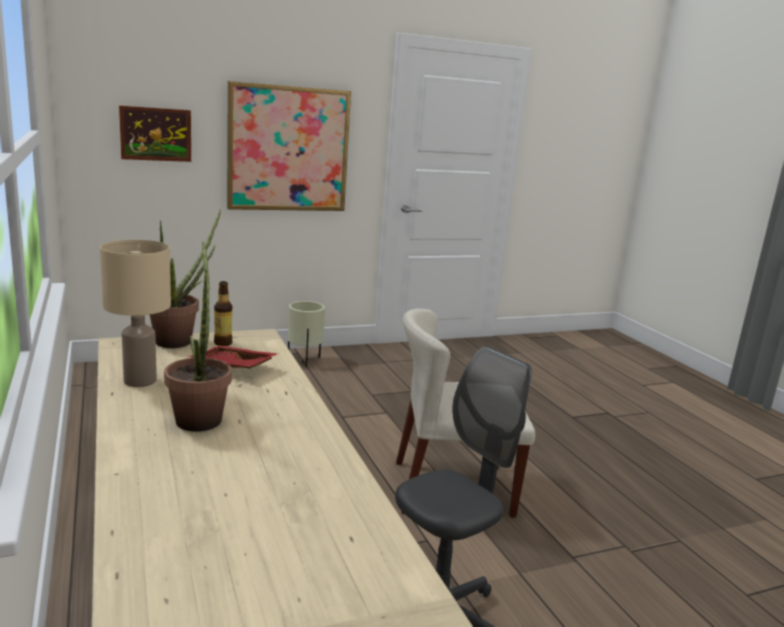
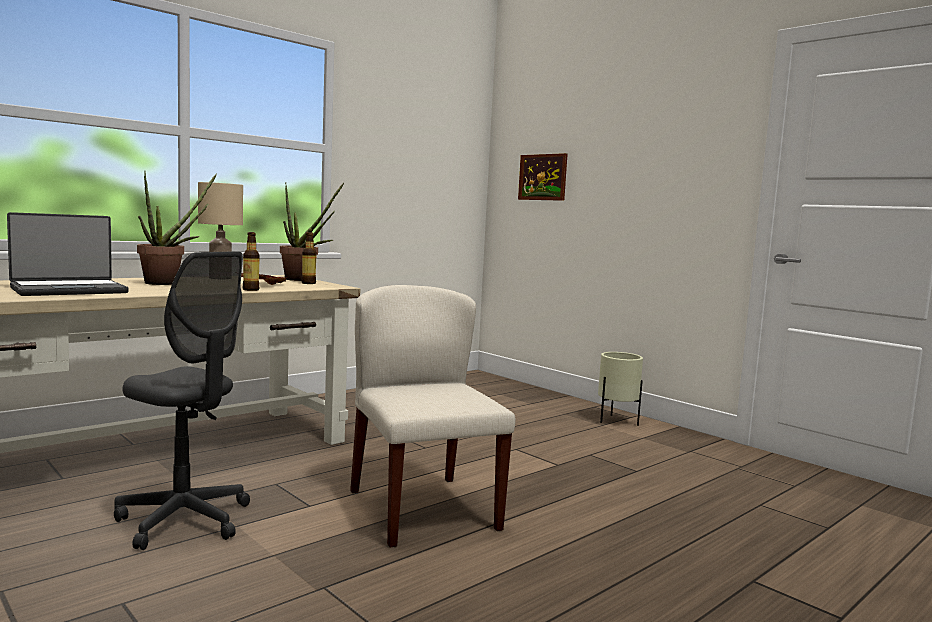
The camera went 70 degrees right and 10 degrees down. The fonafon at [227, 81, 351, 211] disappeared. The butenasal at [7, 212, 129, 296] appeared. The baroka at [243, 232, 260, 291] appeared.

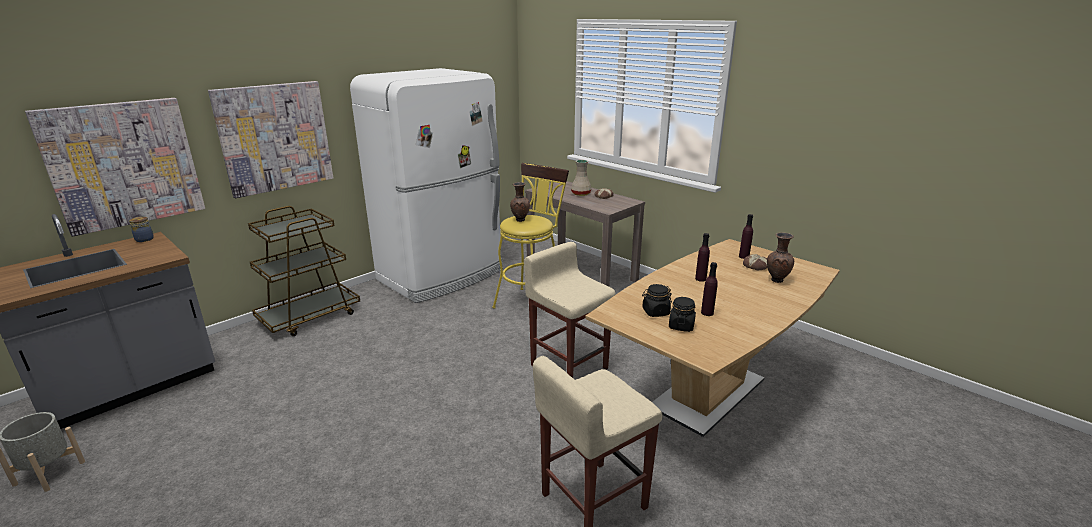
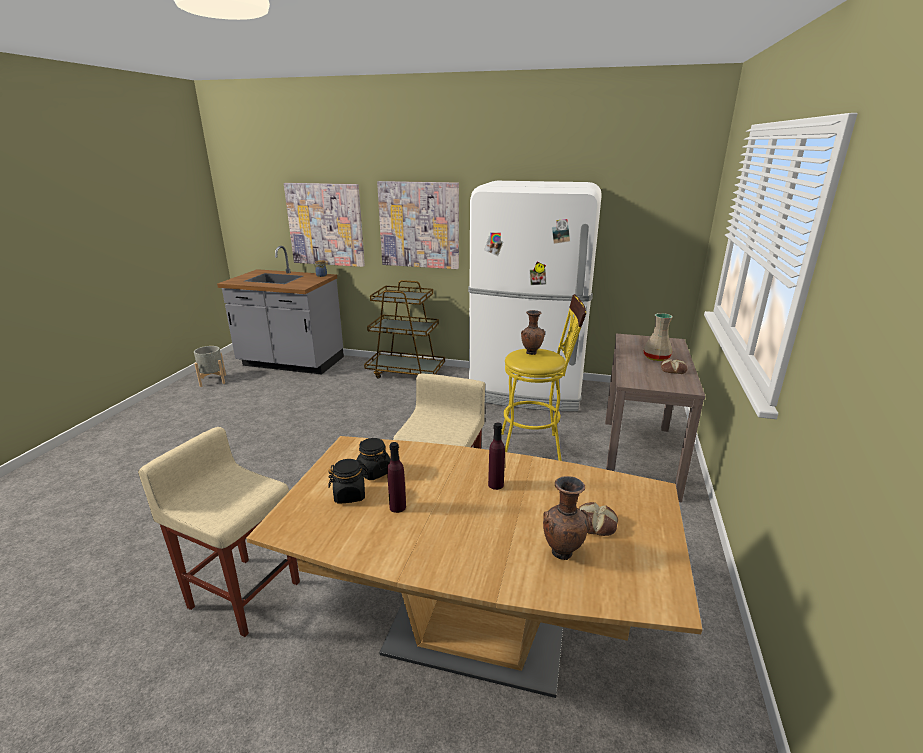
The camera went 60 degrees right and 0 degrees up. The purple baroka at [739, 214, 753, 259] disappeared.

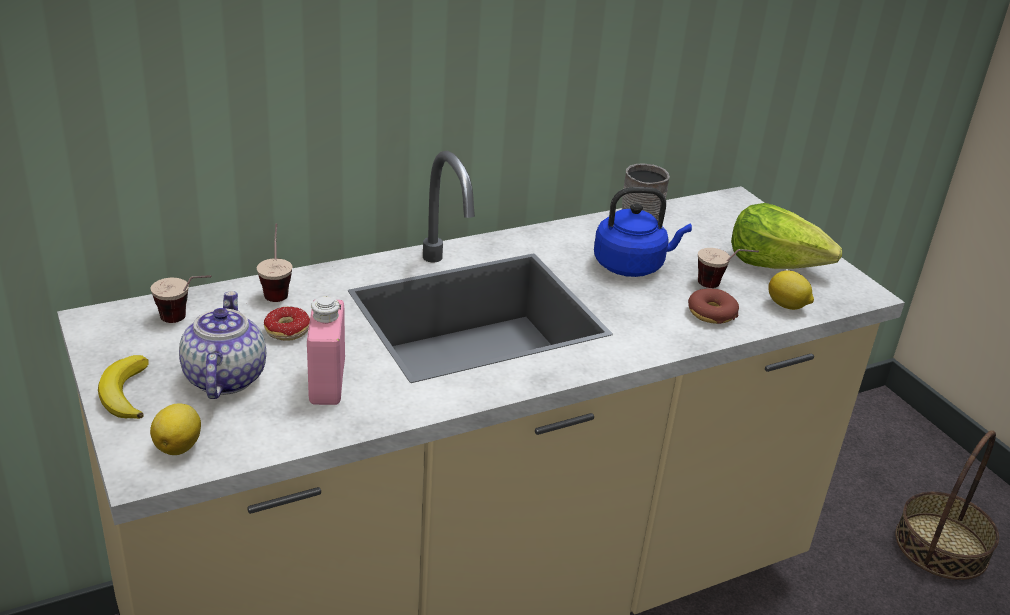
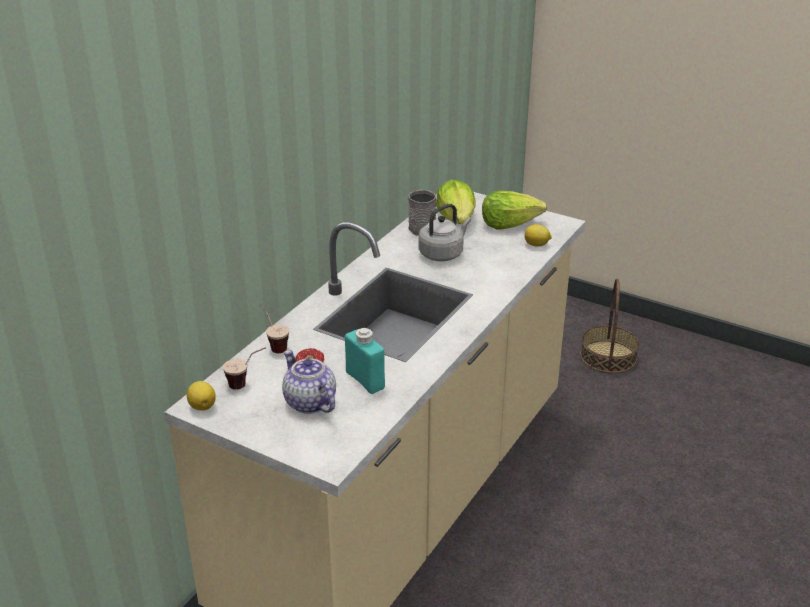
The camera went 30 degrees left and 0 degrees up. The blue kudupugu at [594, 187, 692, 277] became the grey kudupugu at [418, 204, 471, 261]. The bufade at [698, 248, 759, 288] disappeared. The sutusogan at [688, 288, 739, 324] disappeared. The pink baroka at [307, 297, 345, 405] became the turquoise baroka at [345, 328, 385, 394]. The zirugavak at [98, 355, 148, 419] disappeared. The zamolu moved from [150, 403, 201, 455] to [187, 381, 216, 411]. The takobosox at [436, 180, 476, 224] appeared.

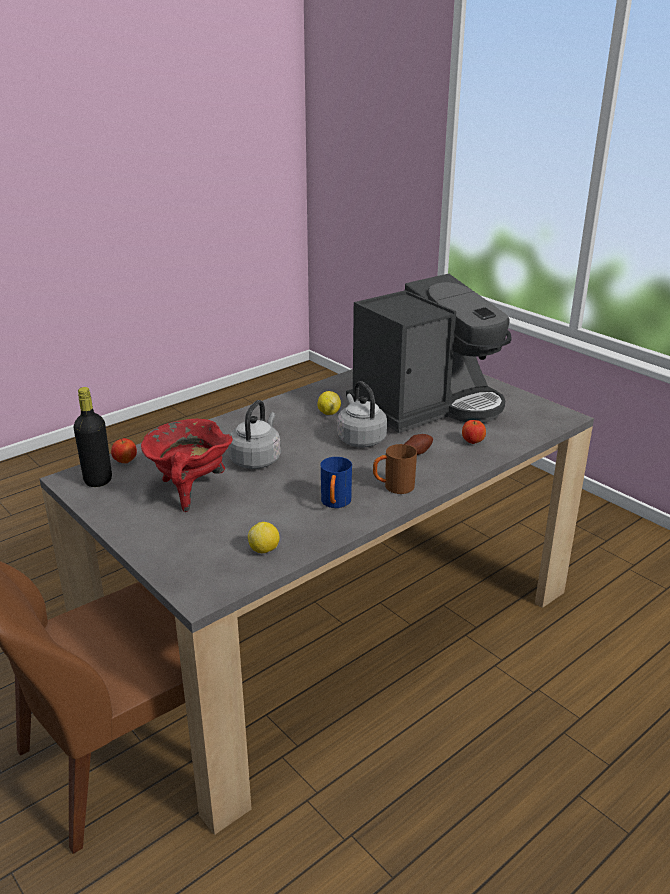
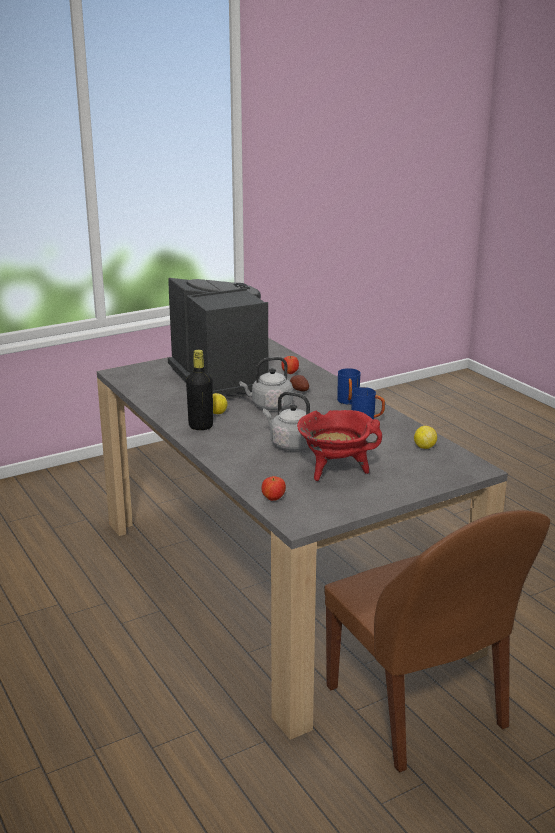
The camera went 80 degrees left and 5 degrees down. The black baroka moved from [74, 387, 112, 487] to [186, 350, 213, 430]. The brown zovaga at [373, 444, 417, 494] became the blue zovaga at [337, 368, 360, 404].

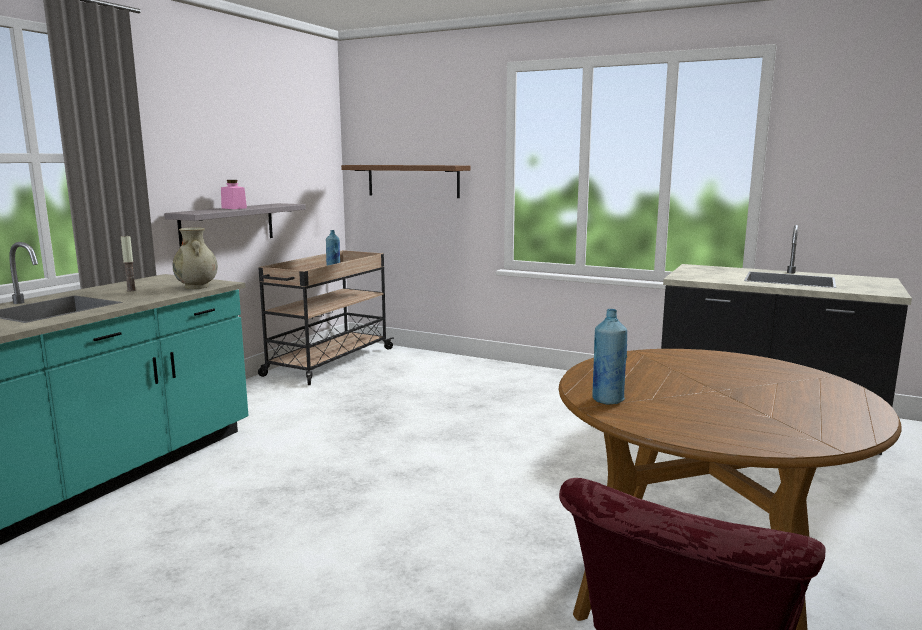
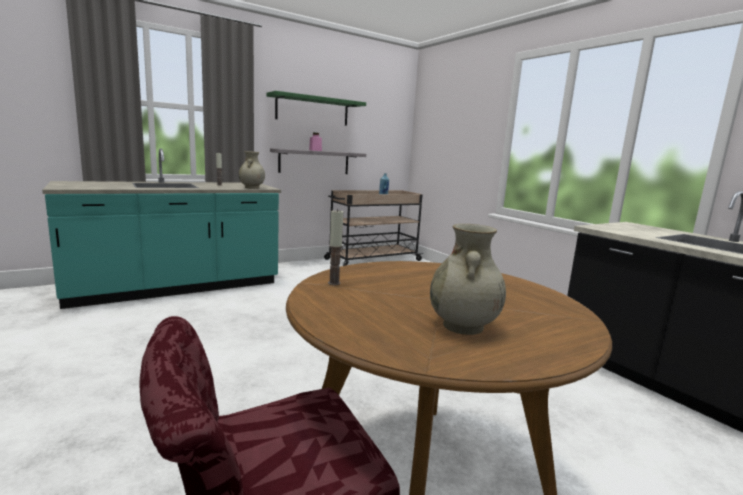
The camera went 30 degrees right and 0 degrees up. The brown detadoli at [341, 165, 471, 198] disappeared. The blue baroka at [592, 309, 627, 405] was replaced by the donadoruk at [328, 209, 343, 285]. The green detadoli at [267, 91, 366, 126] appeared. The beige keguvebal at [430, 224, 506, 335] appeared.

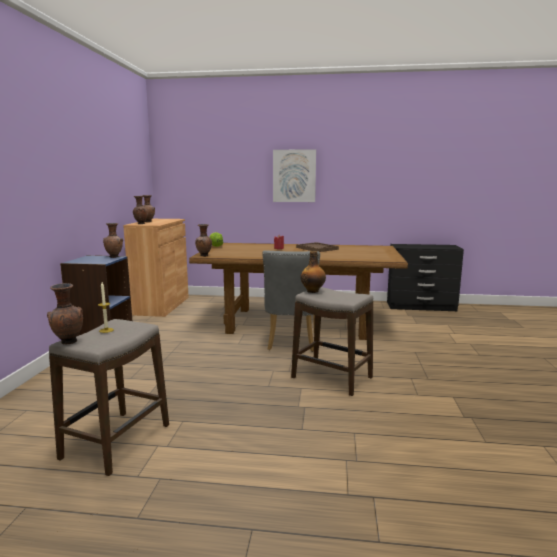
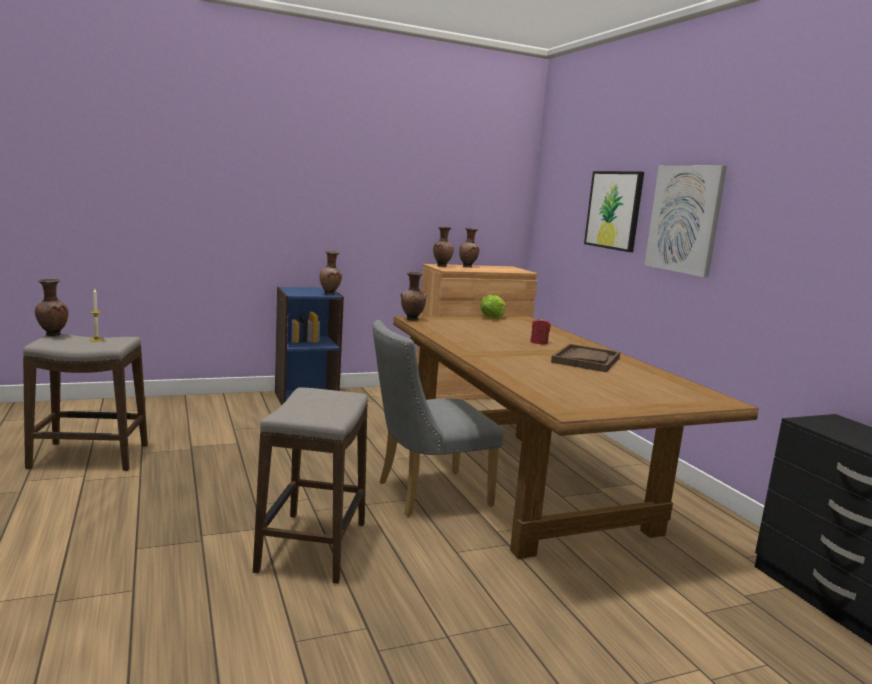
The camera went 60 degrees right and 0 degrees up. The baroka at [300, 251, 326, 293] disappeared. The fonafon at [584, 171, 644, 252] appeared.

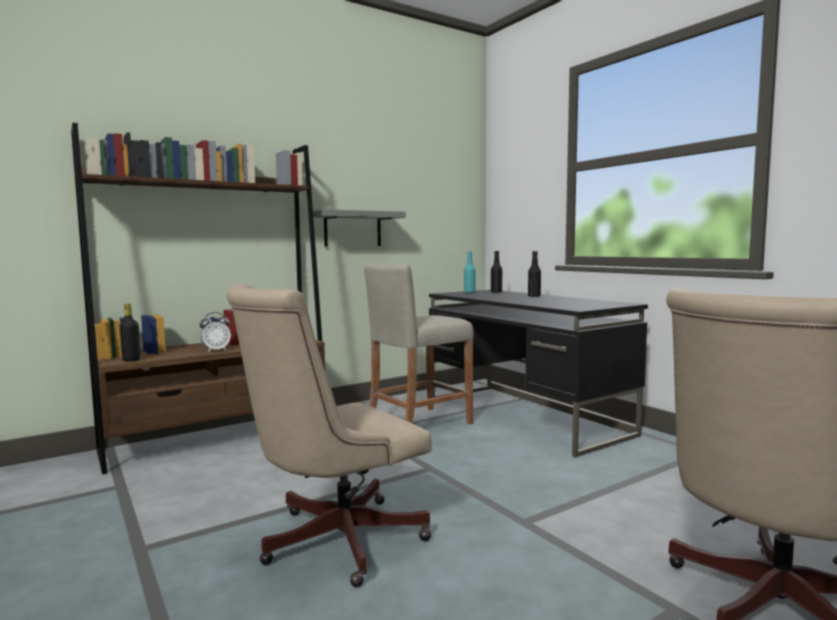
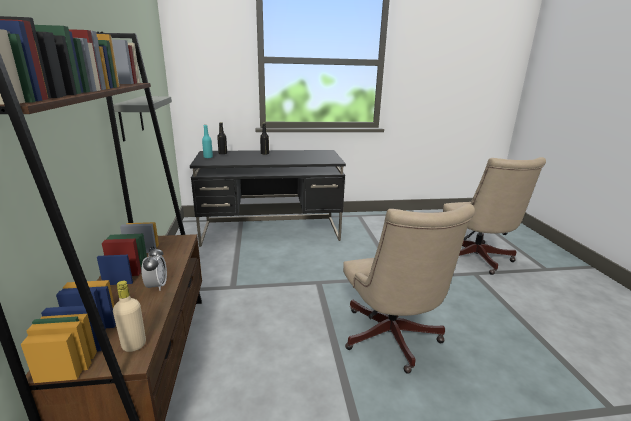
The camera went 65 degrees left and 15 degrees up. The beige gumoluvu at [364, 263, 474, 424] disappeared. The black baroka at [119, 303, 140, 362] became the beige baroka at [113, 281, 146, 352].

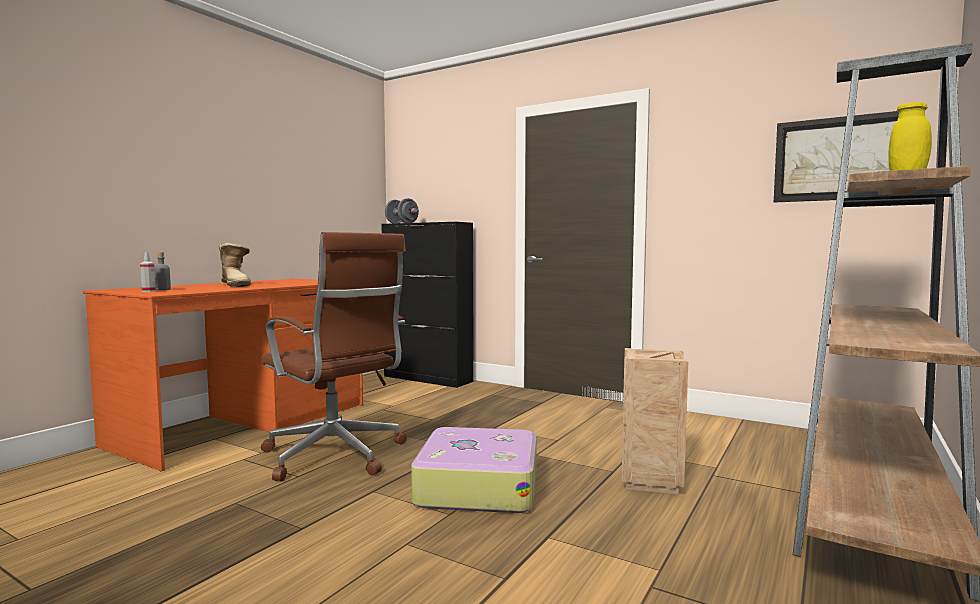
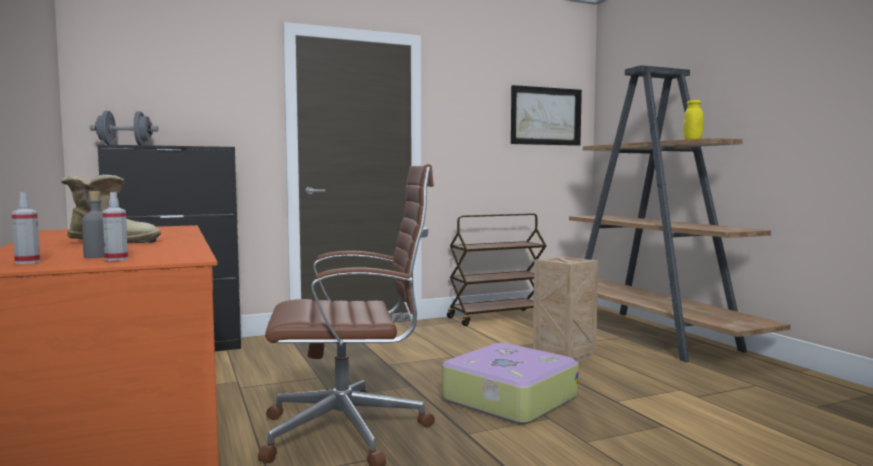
The camera went 55 degrees left and 0 degrees up. The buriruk at [12, 192, 40, 264] appeared. The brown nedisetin at [447, 213, 547, 326] appeared.

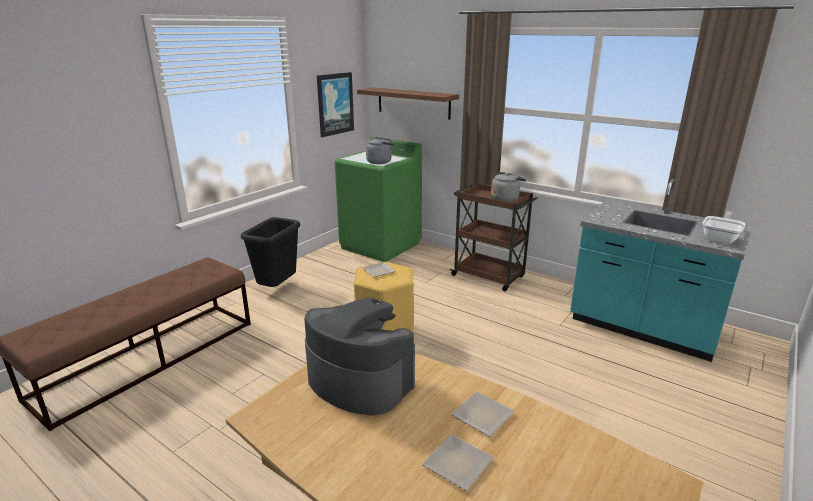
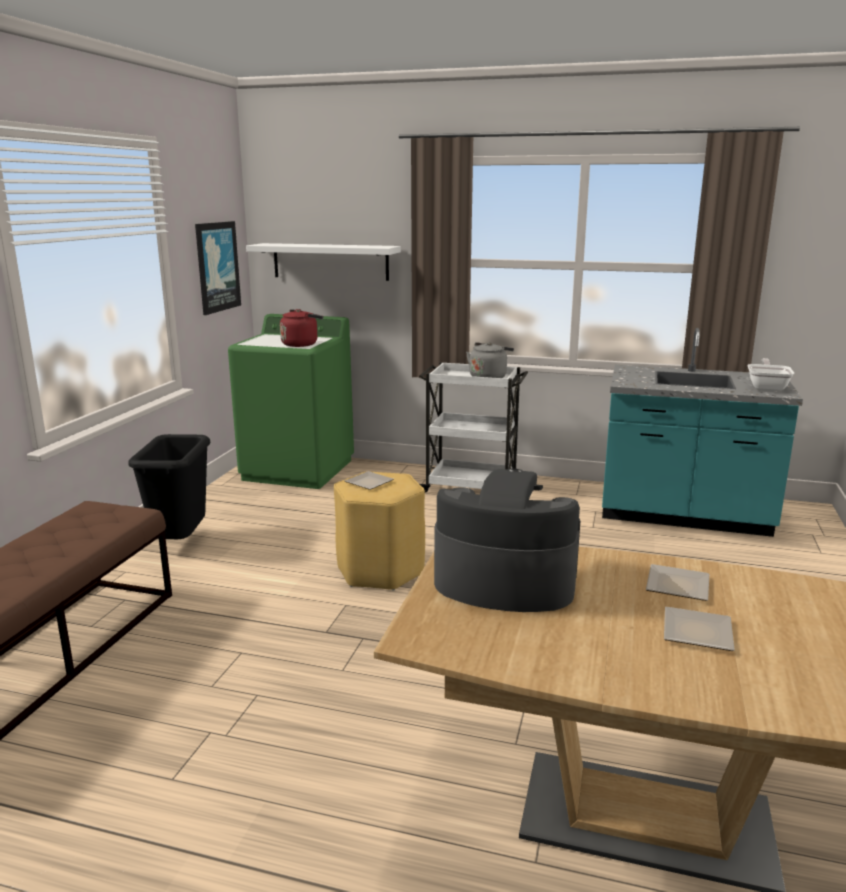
The camera went 20 degrees left and 5 degrees down. The brown detadoli at [357, 87, 459, 119] became the white detadoli at [246, 243, 401, 281]. The grey kudupugu at [366, 137, 395, 164] became the red kudupugu at [280, 309, 323, 347]. The brown nedisetin at [450, 183, 538, 291] became the white nedisetin at [419, 362, 528, 493].

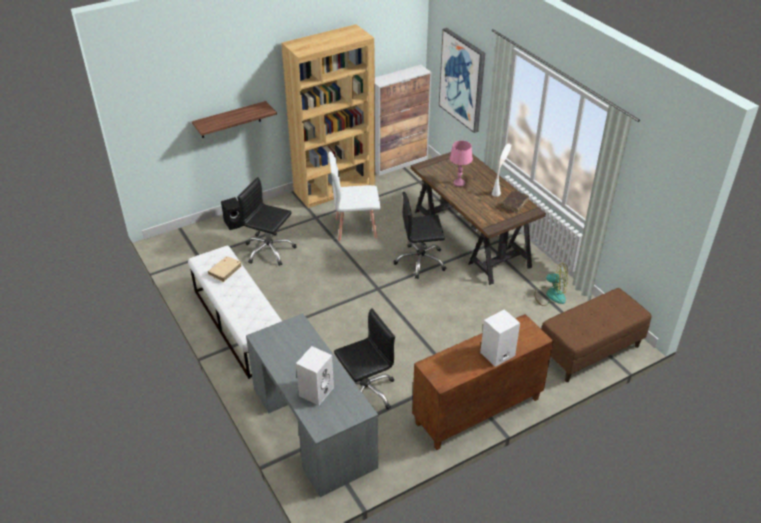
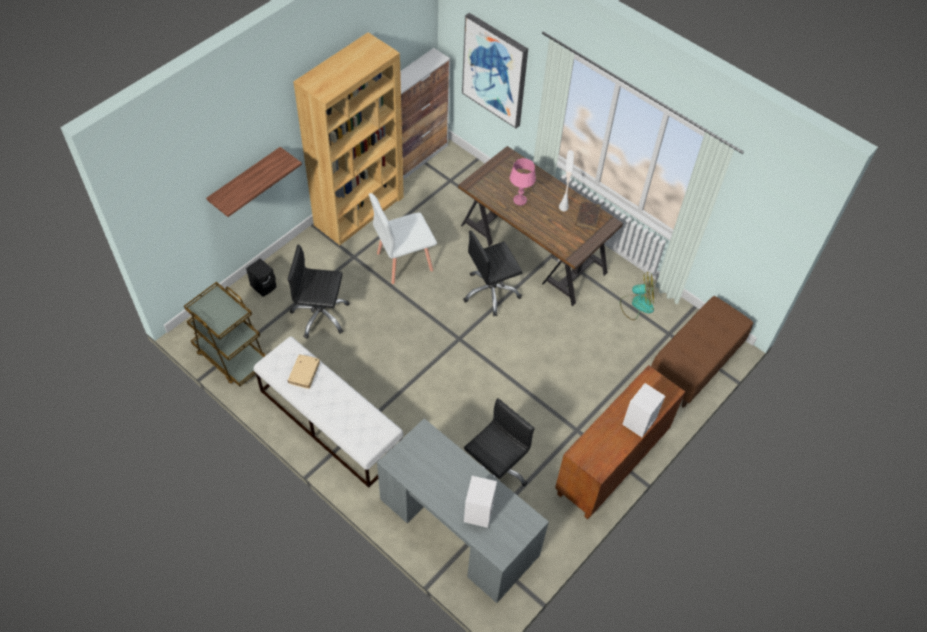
The camera went 20 degrees left and 15 degrees up. The brown nedisetin at [184, 282, 265, 387] appeared.

